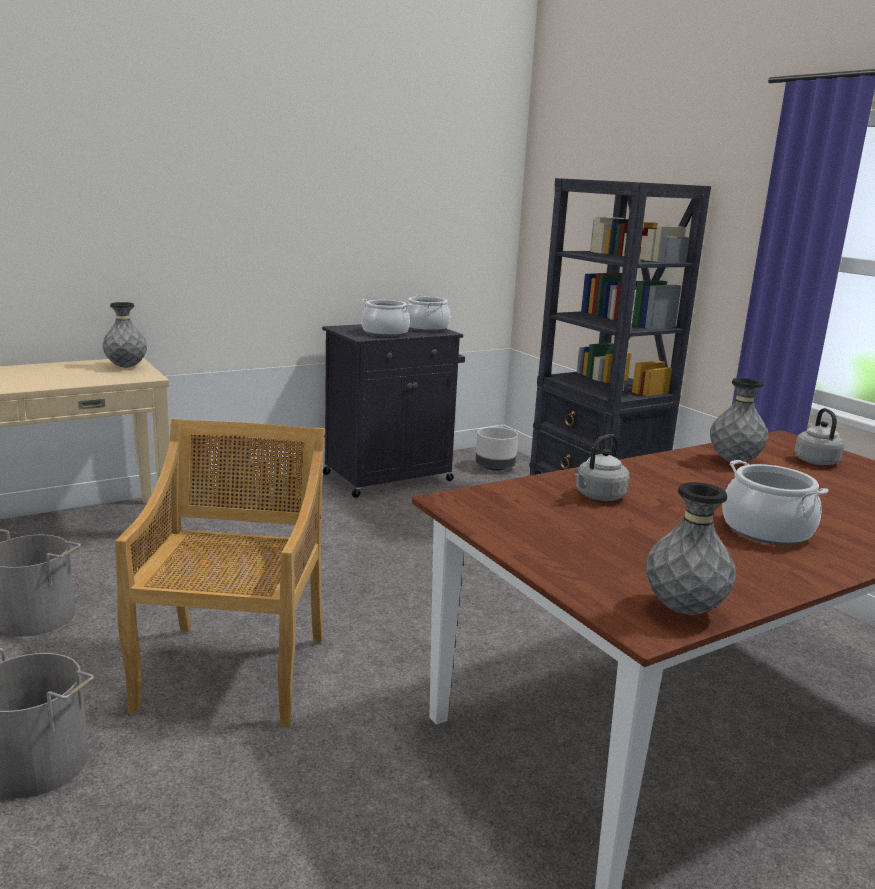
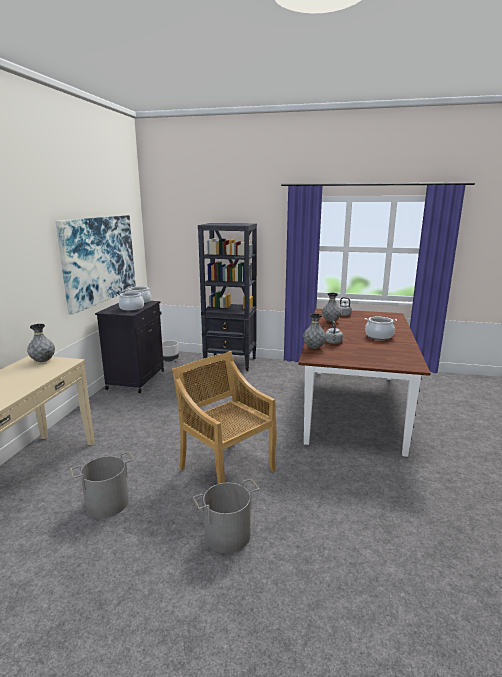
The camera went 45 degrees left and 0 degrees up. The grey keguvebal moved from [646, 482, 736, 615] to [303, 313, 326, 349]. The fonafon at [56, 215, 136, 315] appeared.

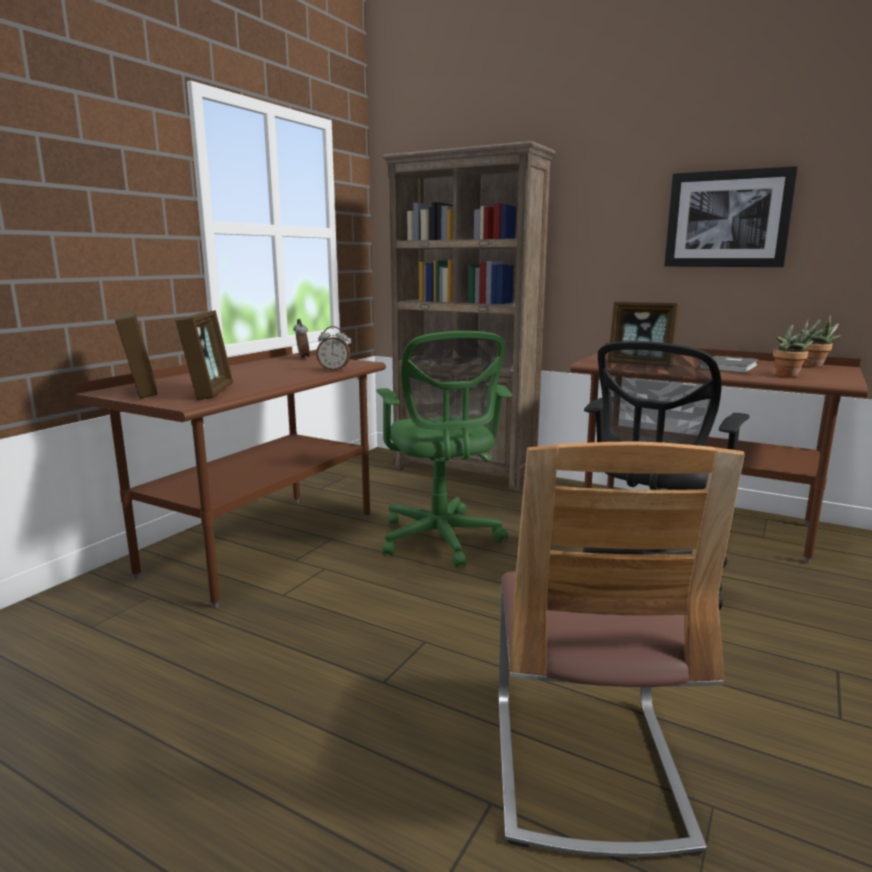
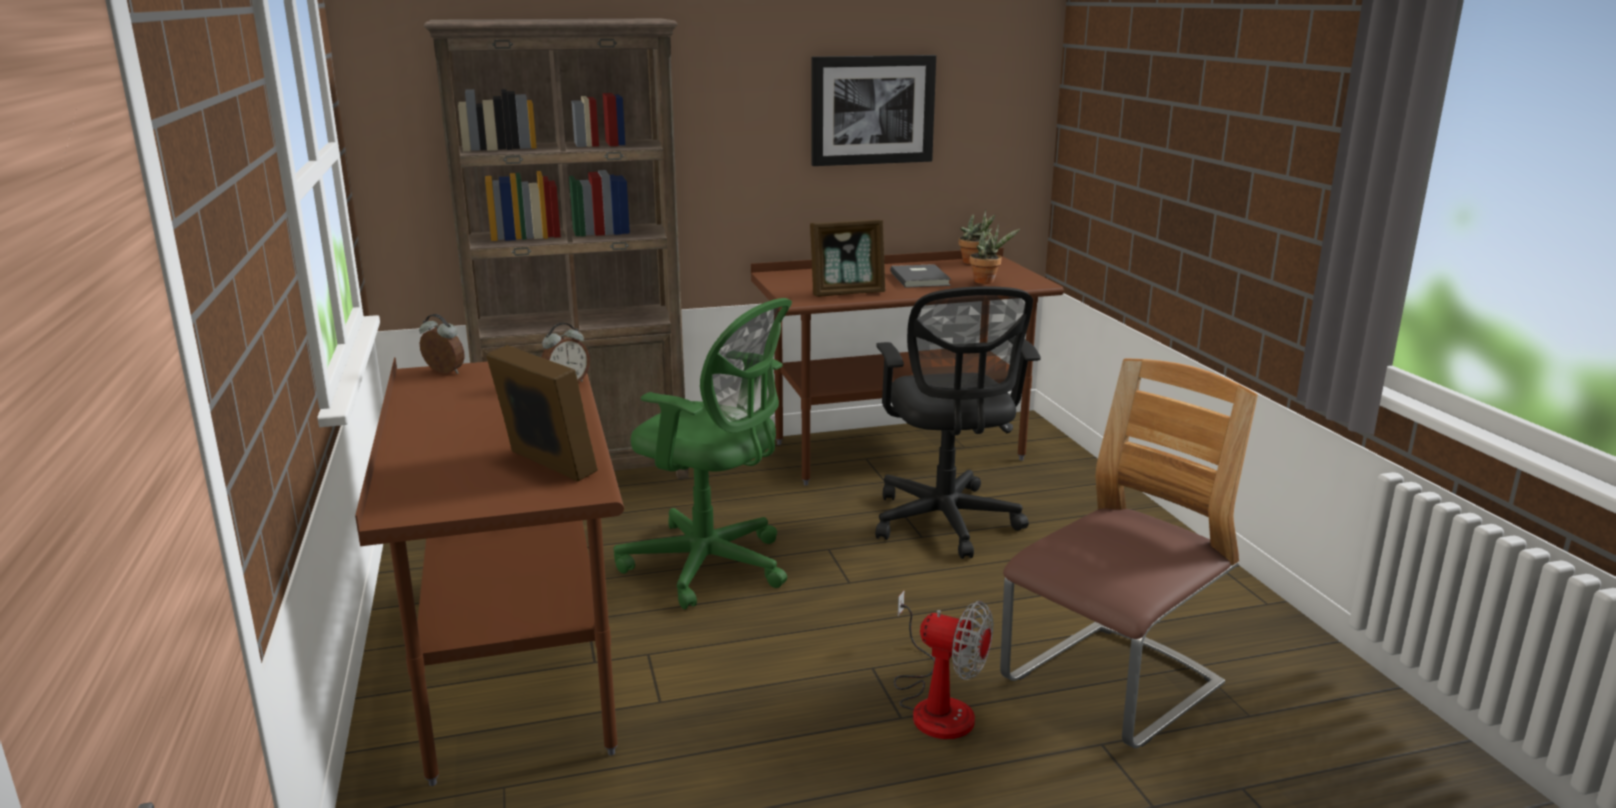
The camera went 45 degrees left and 5 degrees up. The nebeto at [115, 310, 157, 399] disappeared. The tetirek at [499, 442, 745, 857] turned 90 degrees counterclockwise. The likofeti at [894, 591, 993, 739] appeared.

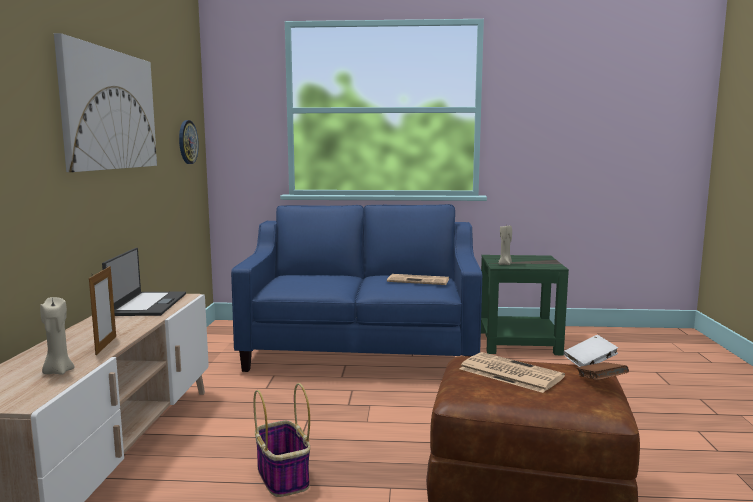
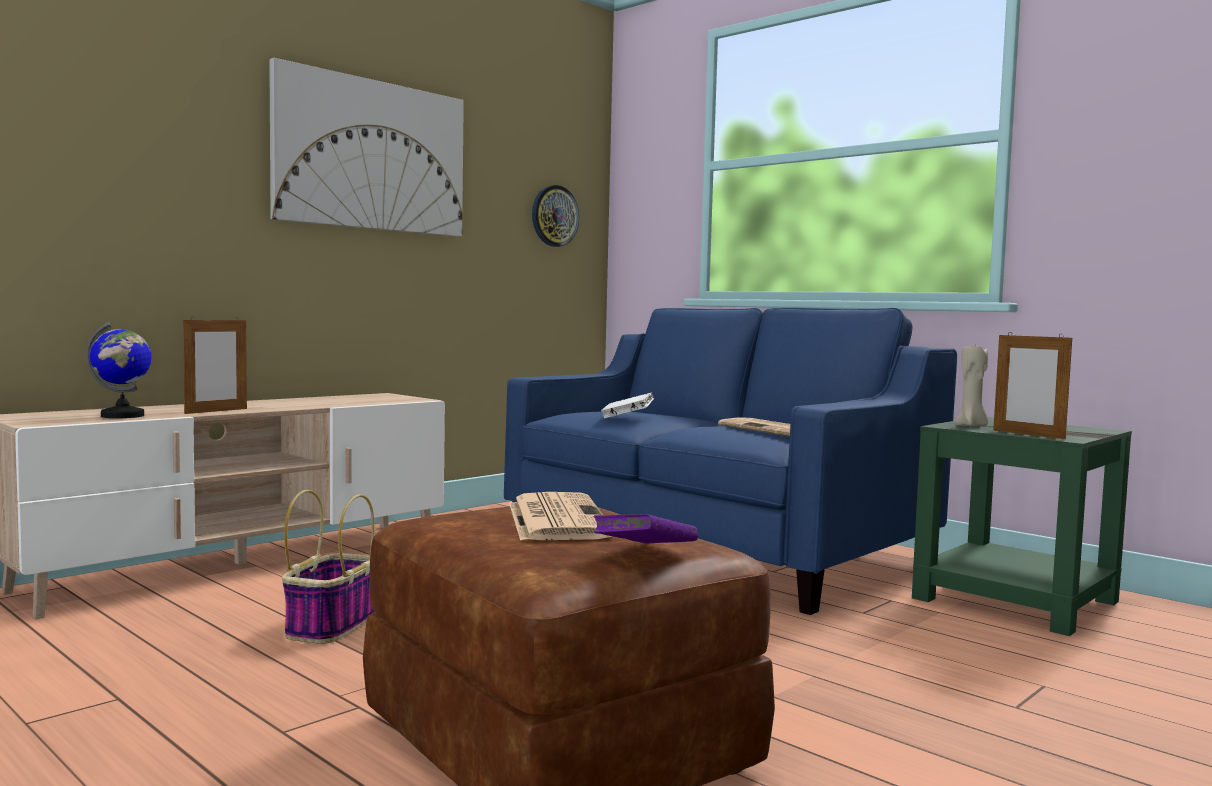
The camera went 40 degrees right and 5 degrees down. The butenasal at [102, 248, 186, 316] disappeared. The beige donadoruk at [40, 297, 75, 375] was replaced by the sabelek at [86, 322, 152, 418]. The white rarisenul moved from [564, 335, 618, 367] to [601, 393, 654, 418]. The brown rarisenul at [576, 362, 629, 380] became the purple rarisenul at [594, 514, 698, 543]. The nebeto at [993, 332, 1072, 439] appeared.

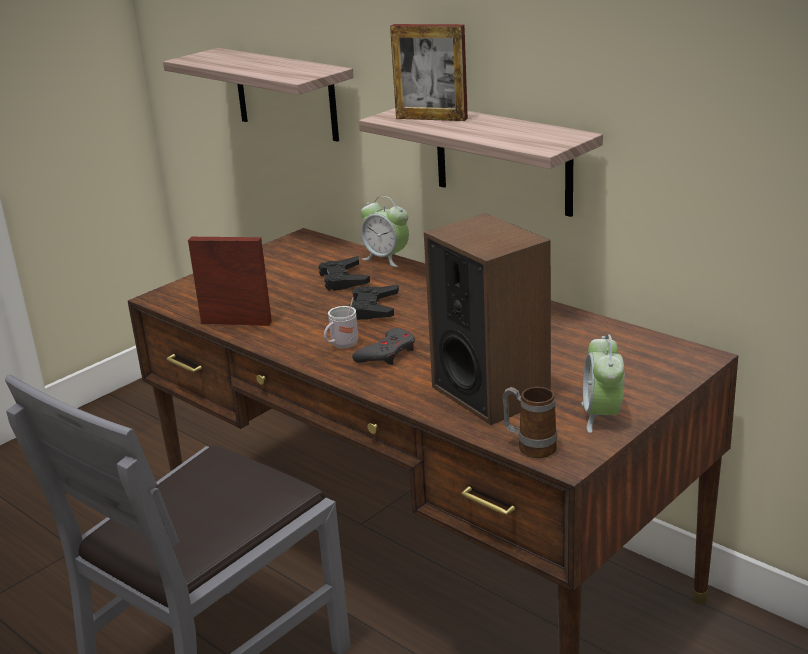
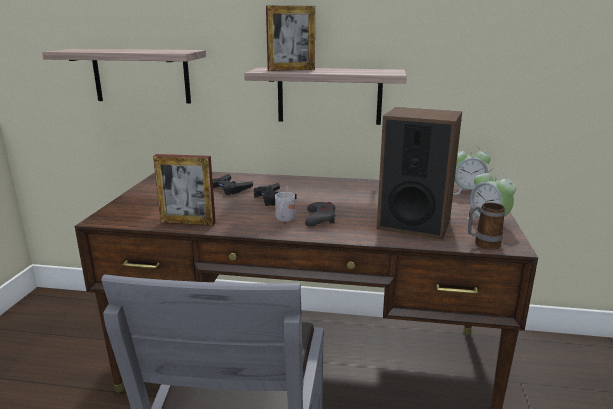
The camera went 35 degrees left and 5 degrees down. The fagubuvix moved from [361, 196, 409, 267] to [453, 145, 491, 194]. The nebeto at [188, 237, 272, 326] turned 150 degrees counterclockwise.

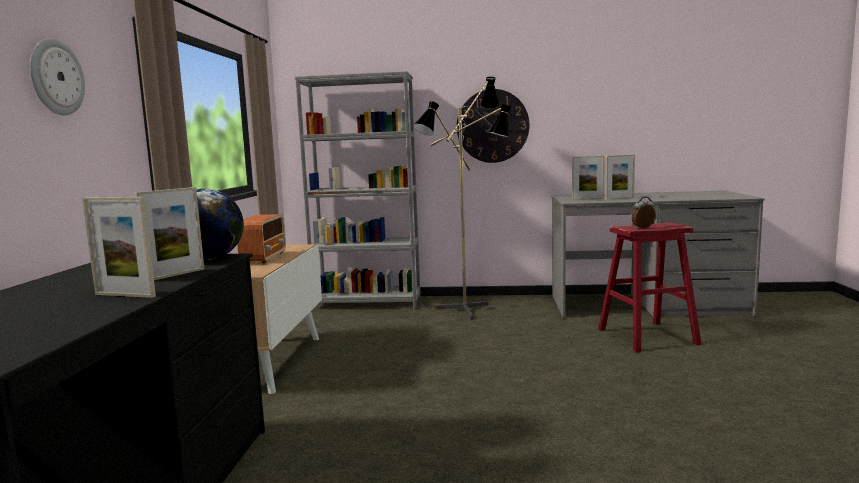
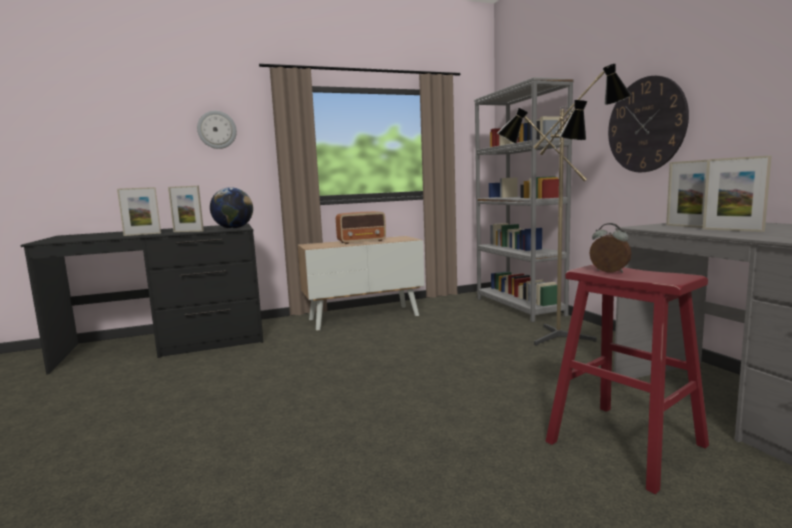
The camera went 65 degrees right and 0 degrees up. The nebeto at [82, 197, 156, 298] turned 105 degrees counterclockwise.

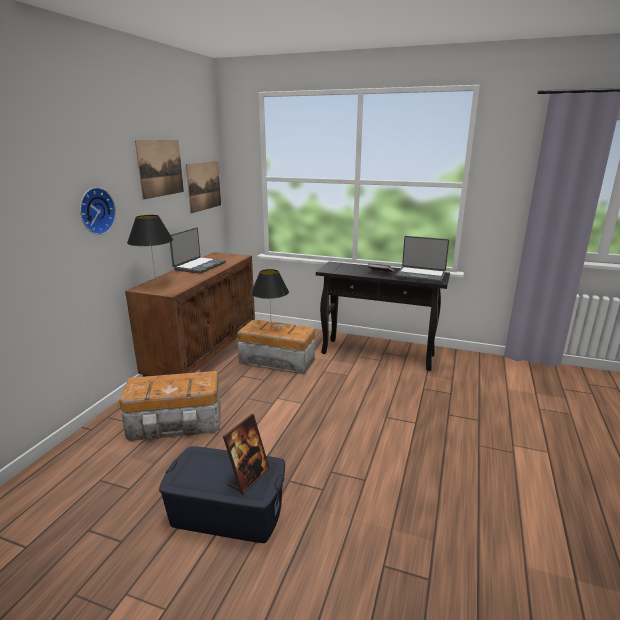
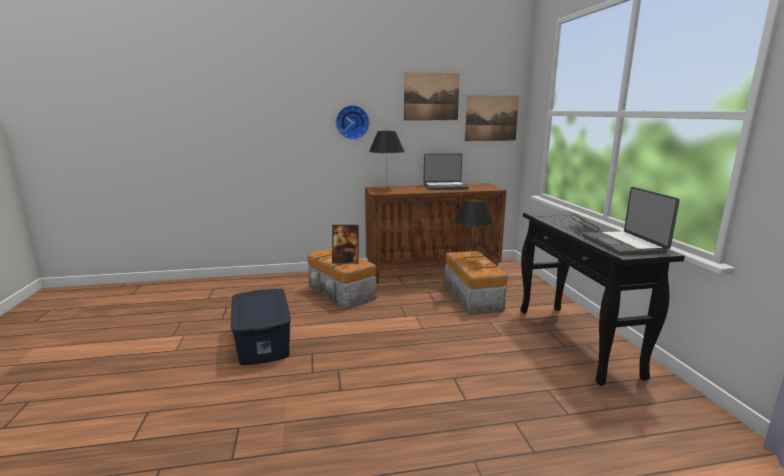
The camera went 60 degrees right and 5 degrees down. The nebeto moved from [223, 414, 270, 495] to [332, 225, 359, 264].

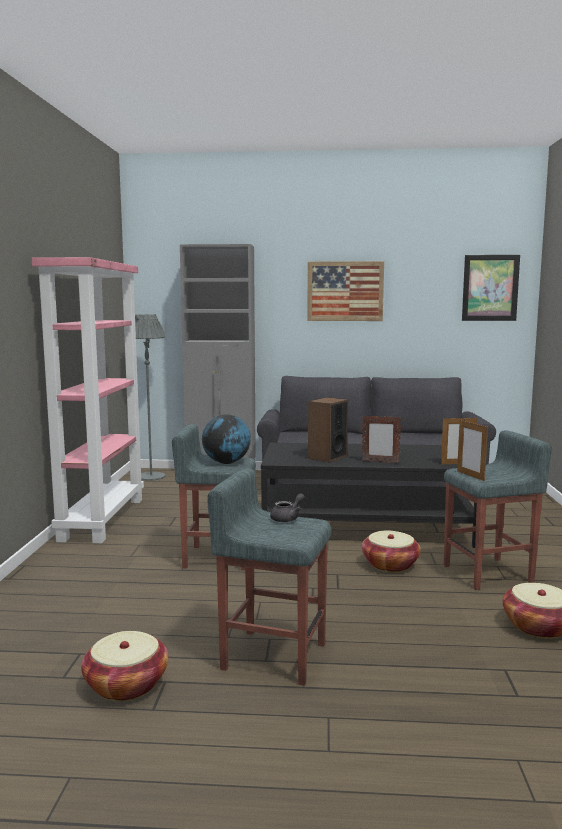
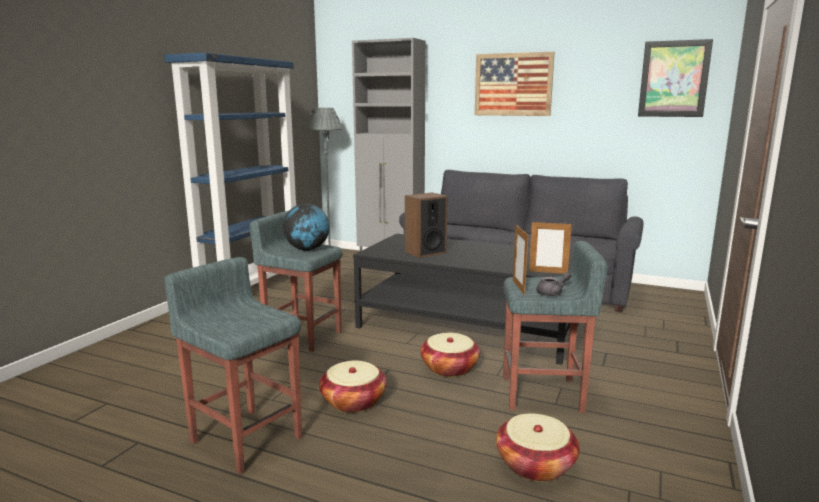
The camera went 20 degrees right and 5 degrees up. The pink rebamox at [31, 257, 144, 543] became the blue rebamox at [164, 53, 296, 286]. The nebeto at [362, 416, 401, 464] disappeared. The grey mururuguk moved from [270, 493, 305, 522] to [536, 272, 571, 296]. The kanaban moved from [81, 631, 169, 701] to [319, 360, 387, 413].

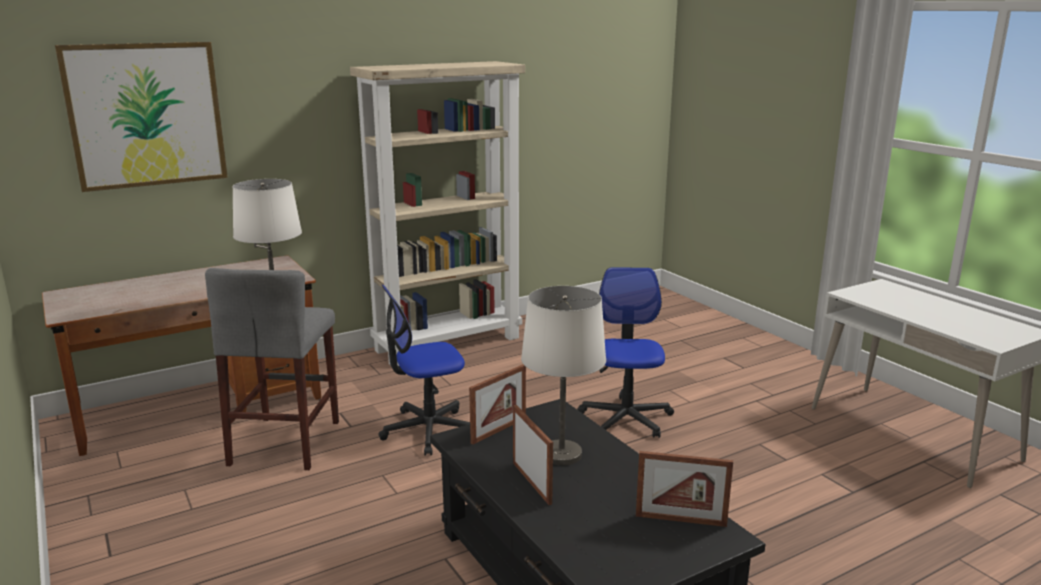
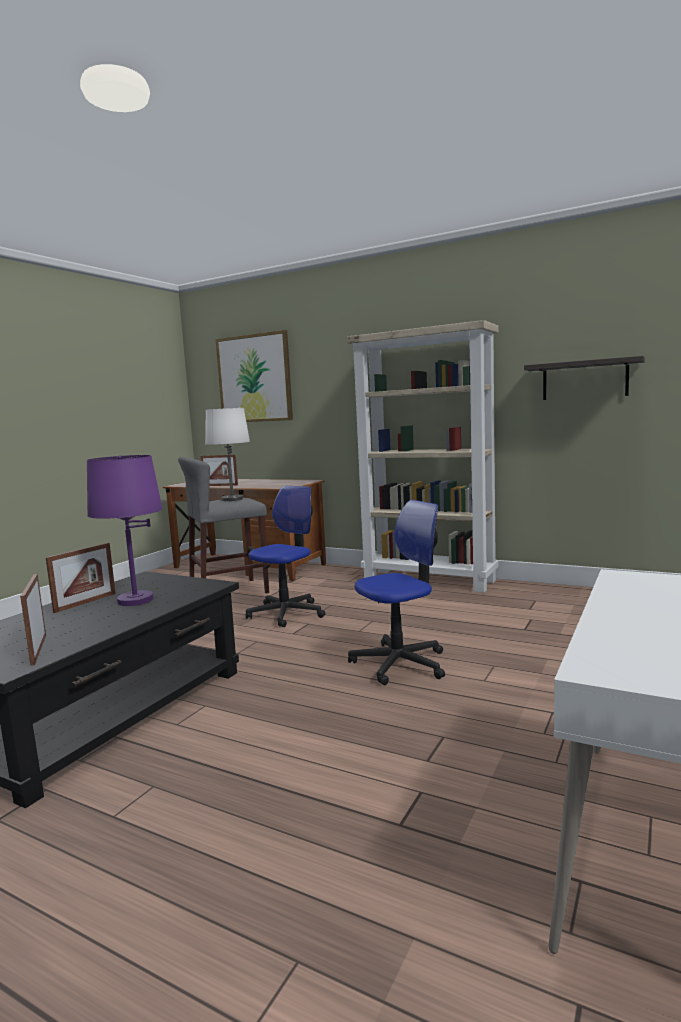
The camera went 60 degrees right and 10 degrees down. The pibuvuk at [378, 284, 470, 456] turned 90 degrees clockwise. The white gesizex at [521, 286, 606, 466] became the purple gesizex at [87, 455, 163, 606]. The nebeto moved from [469, 364, 526, 445] to [200, 455, 238, 486]. The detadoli at [524, 356, 645, 400] appeared.

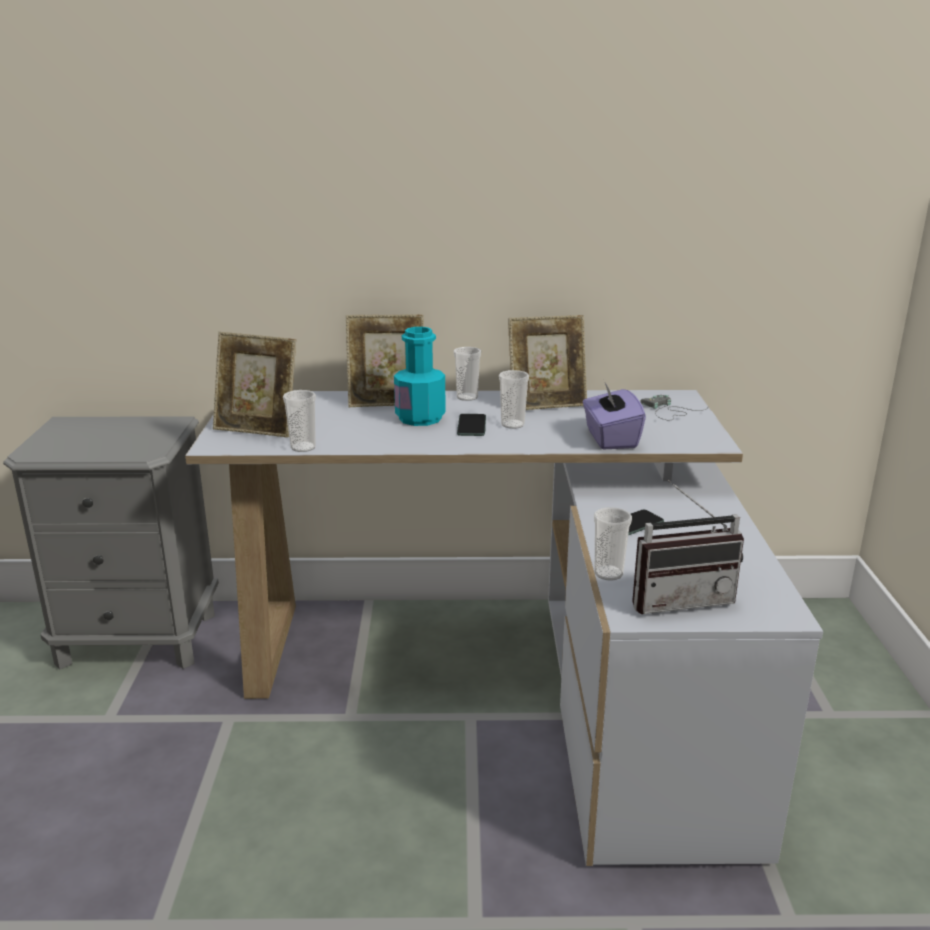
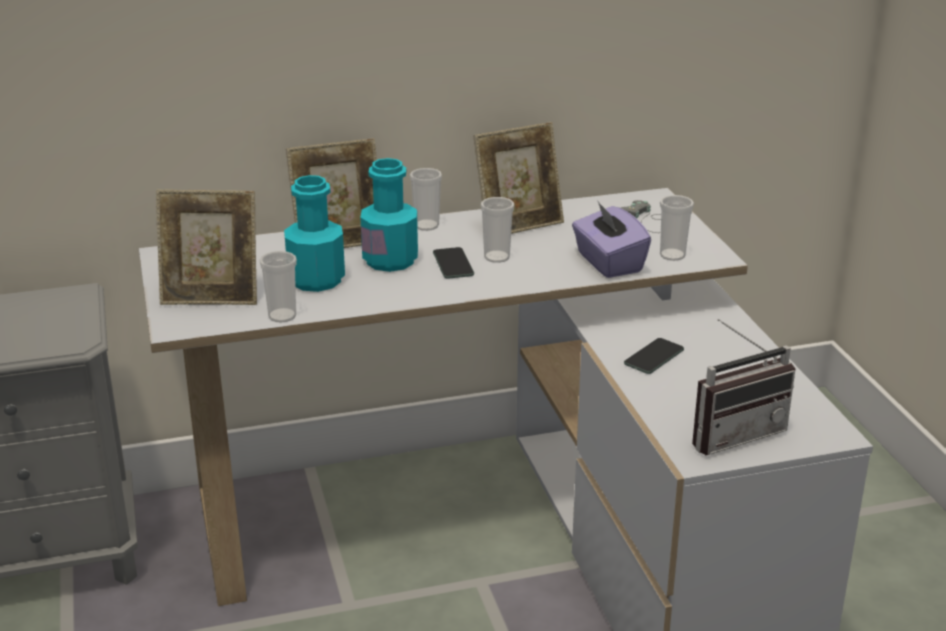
The camera went 15 degrees left and 5 degrees up. The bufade moved from [594, 507, 632, 581] to [660, 195, 694, 261]. The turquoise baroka at [284, 175, 345, 292] appeared.

